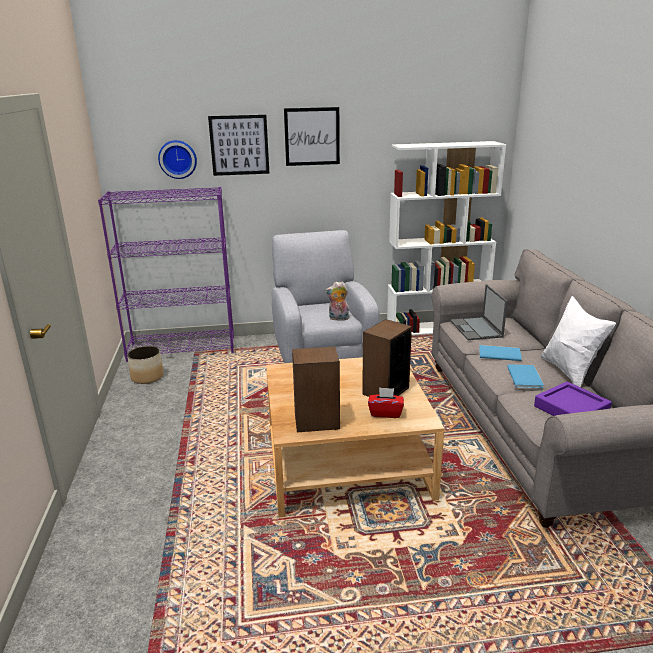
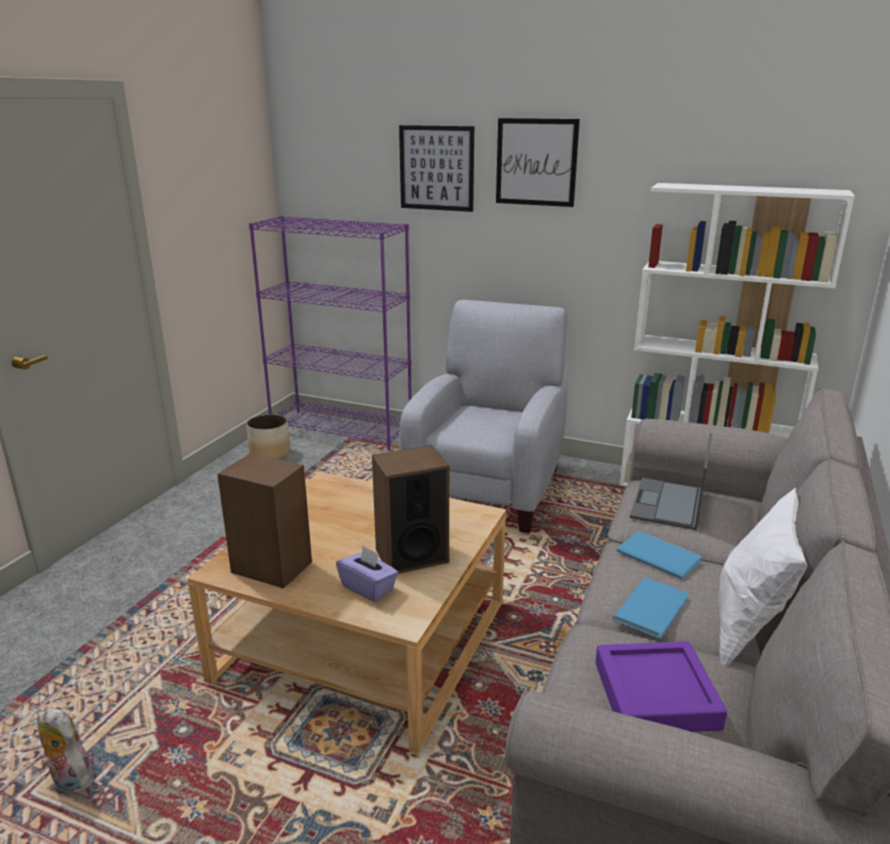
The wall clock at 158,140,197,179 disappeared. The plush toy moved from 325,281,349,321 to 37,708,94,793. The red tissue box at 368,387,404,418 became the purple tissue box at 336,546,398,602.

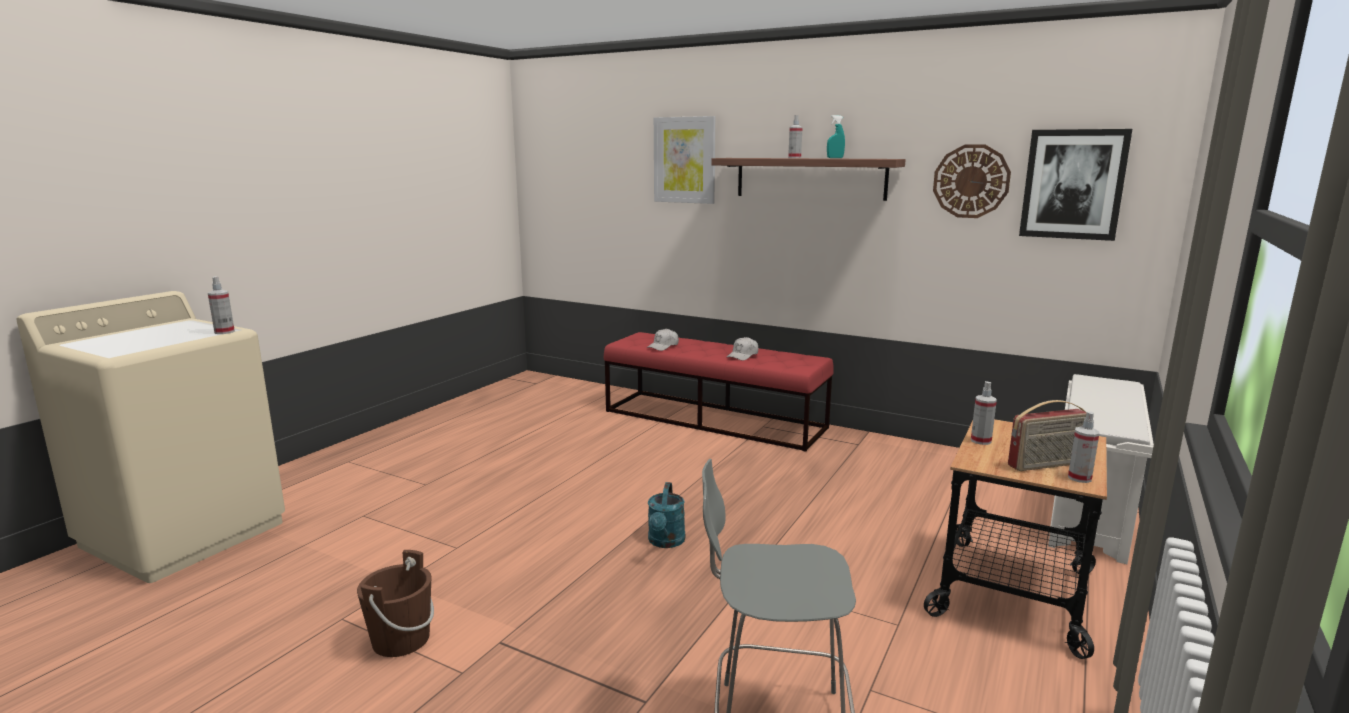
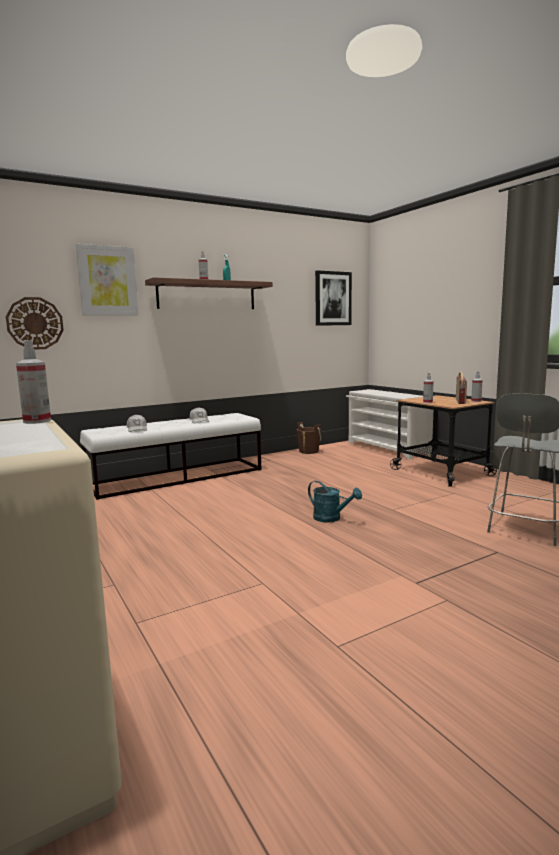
The brown bucket moved from 357,550,434,657 to 296,422,321,454. The red bench at 604,332,834,452 became the white bench at 80,413,261,500. The wall clock moved from 933,144,1011,218 to 6,297,64,350.

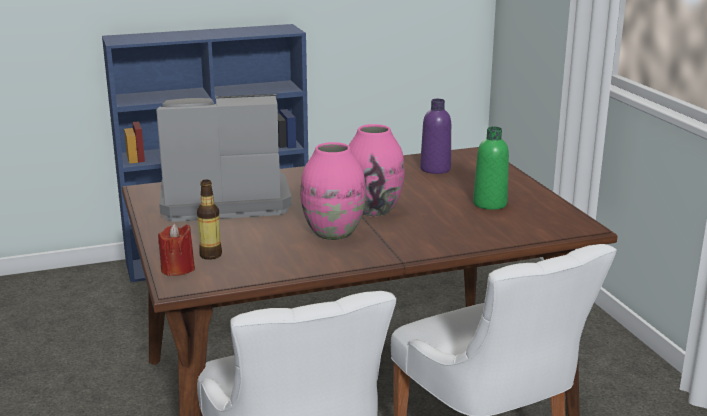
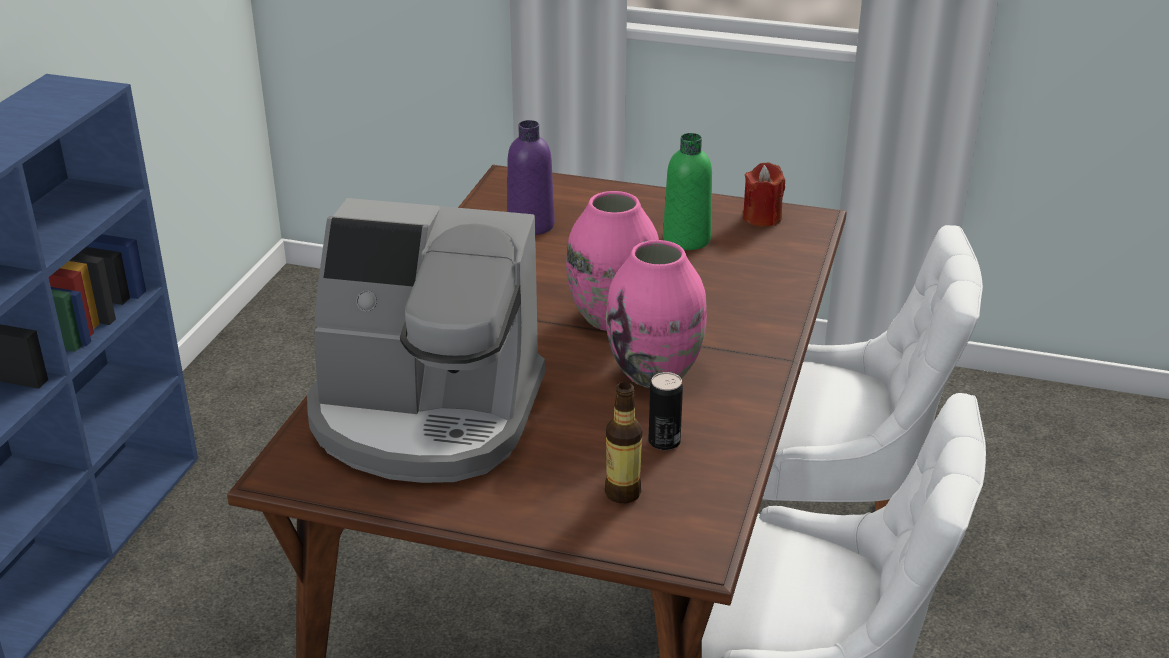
The coffee machine at 156,94,292,222 turned 105 degrees counterclockwise. The red candle moved from 158,223,195,276 to 743,162,785,227. The can at 648,372,683,450 appeared.

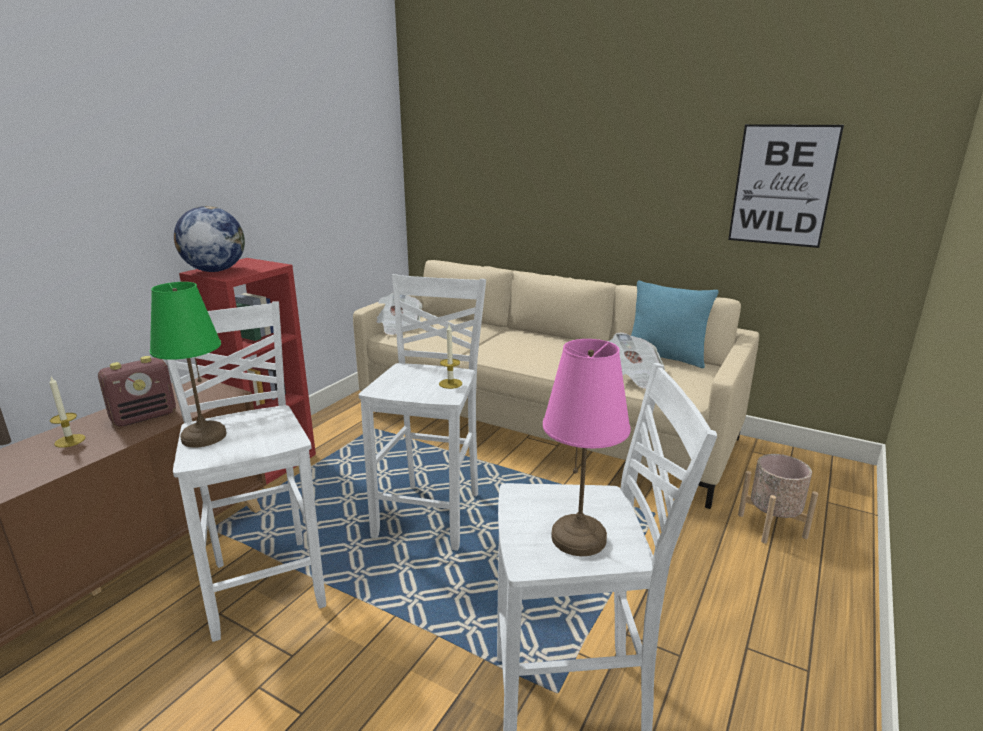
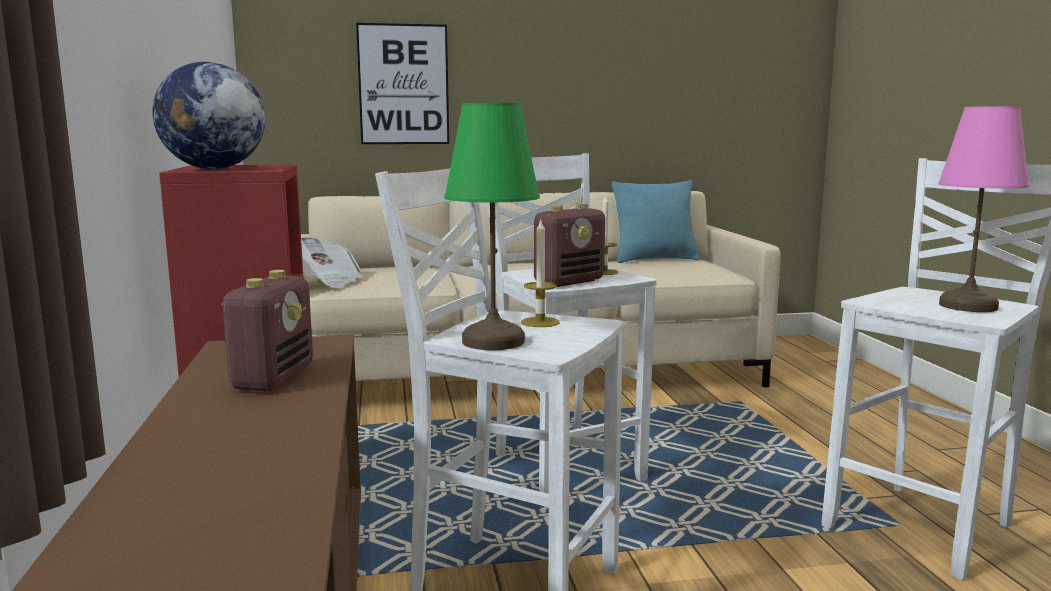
The candle moved from 49,377,86,448 to 521,218,559,327. The newspaper at 608,332,665,389 disappeared. The picture moved from 728,124,844,248 to 356,23,449,144. The beige planter at 738,454,818,544 disappeared. The radio at 534,203,605,287 appeared.

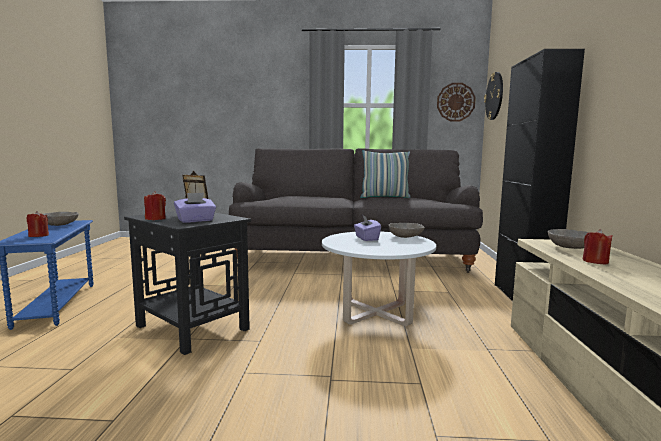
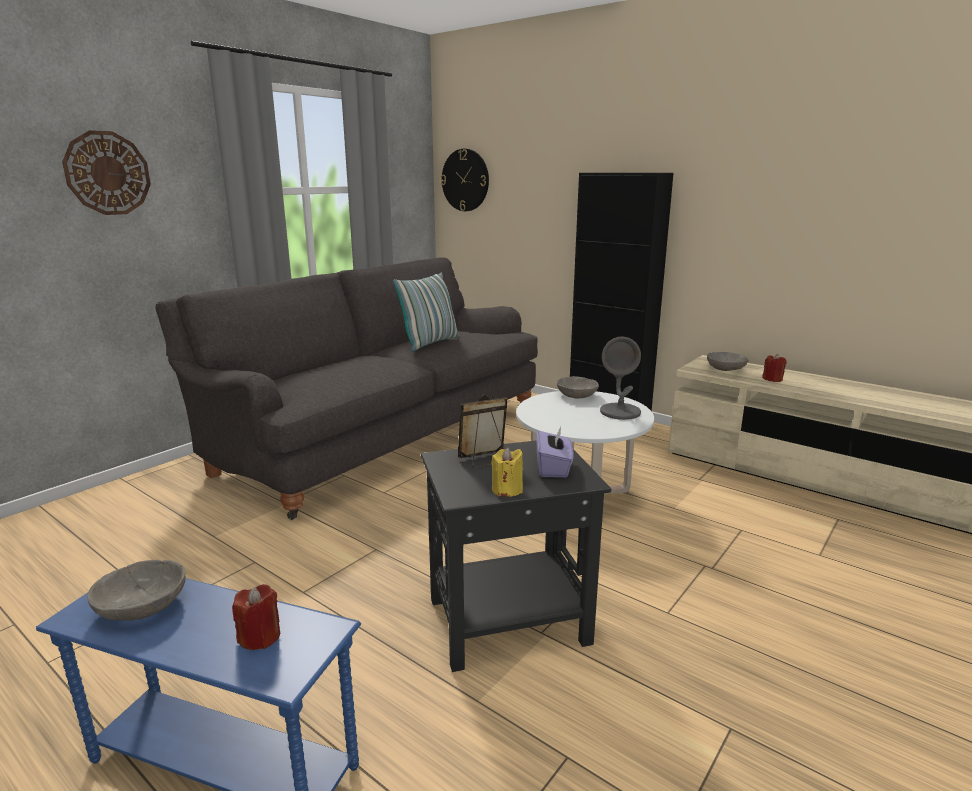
The red candle at 144,191,166,220 became the yellow candle at 491,447,523,497. The purple tissue box at 354,215,381,241 disappeared. The wall clock moved from 437,83,476,121 to 62,130,151,215. The grey table lamp at 600,336,641,420 appeared.

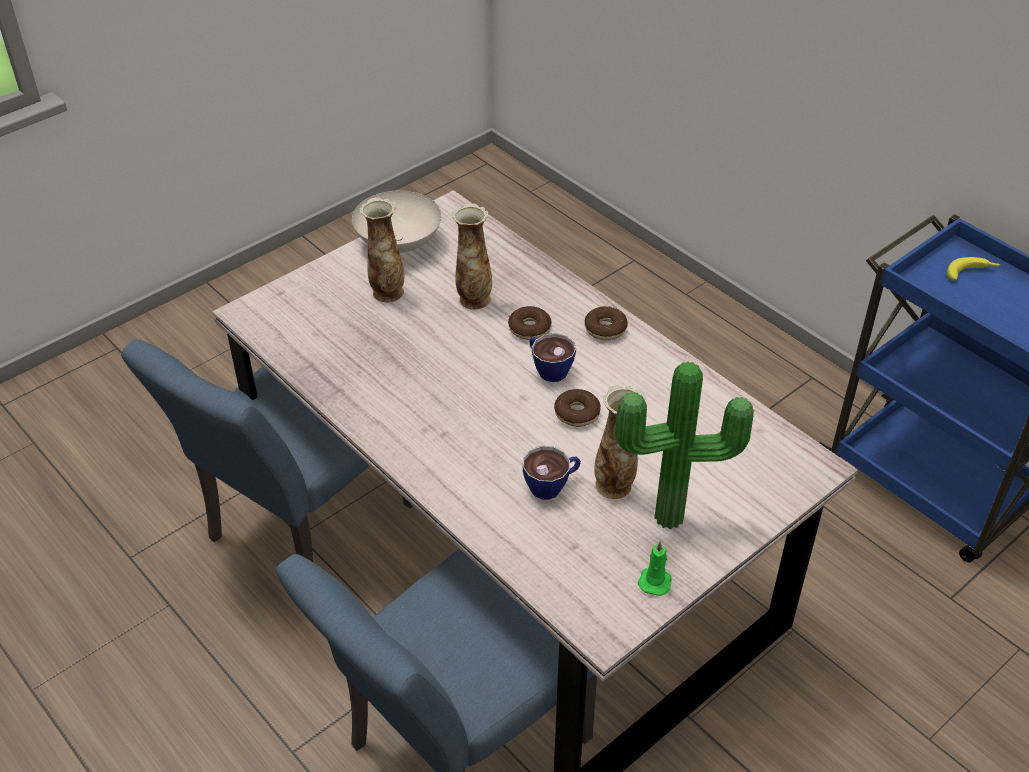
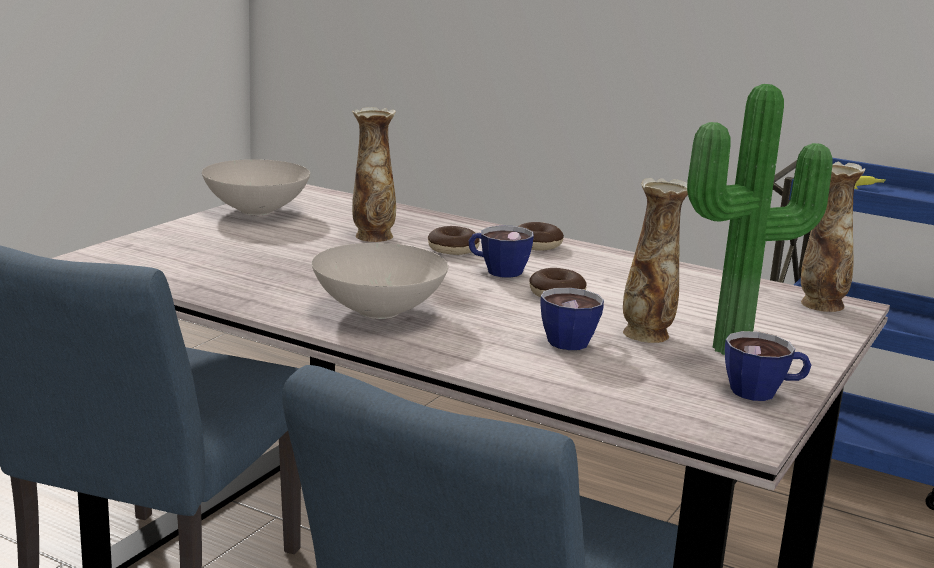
The vase moved from 359,197,404,302 to 801,162,866,312. The green candle at 638,541,672,596 was replaced by the cup at 725,331,811,401. The white bowl at 312,243,448,319 appeared.

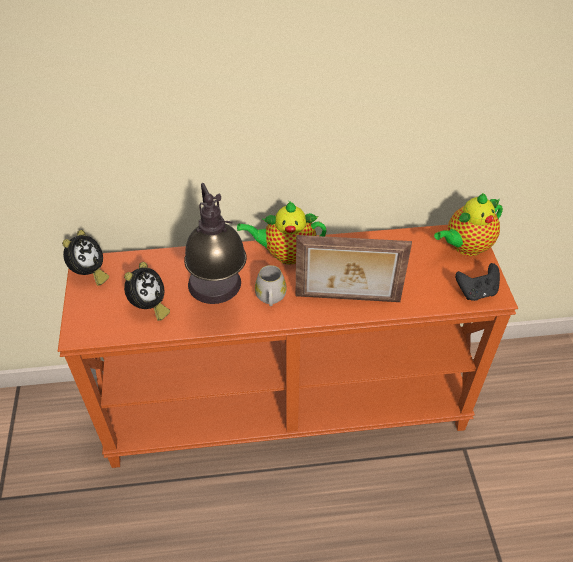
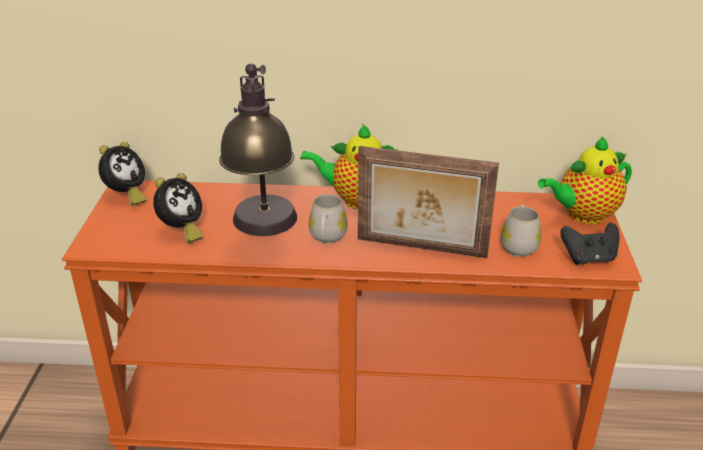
The white mug at 500,205,541,257 appeared.

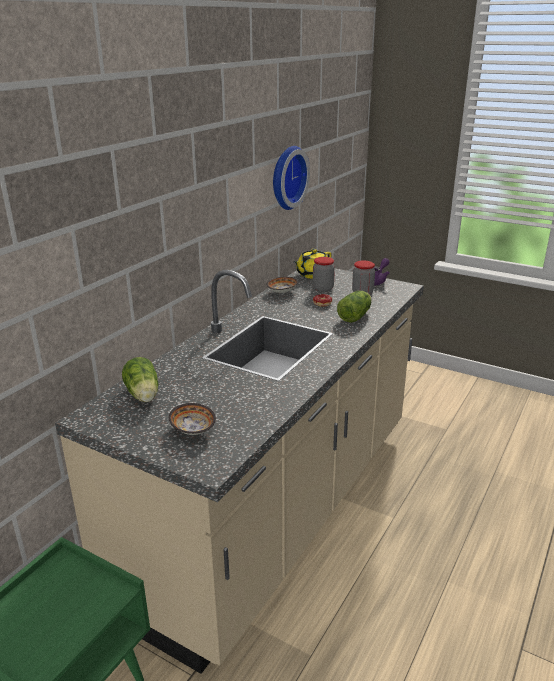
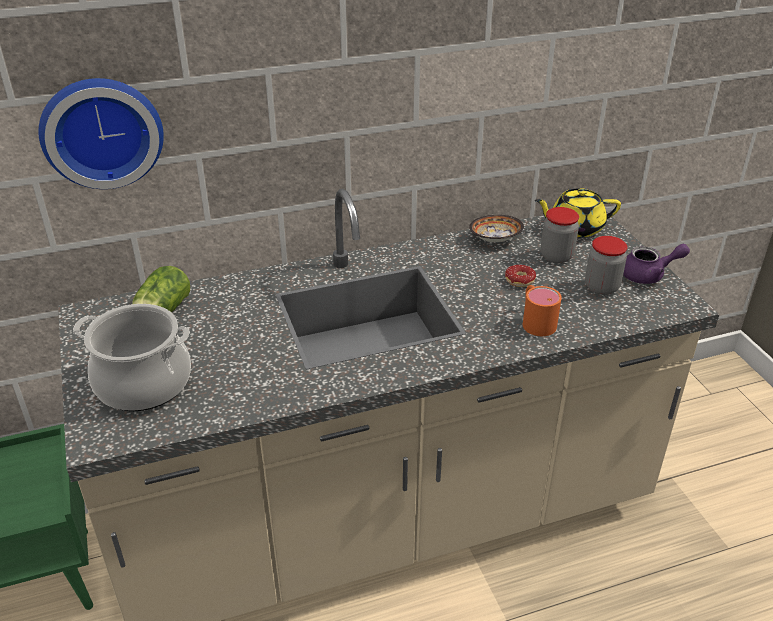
The bowl at 169,403,216,435 was replaced by the cooking pot at 73,304,191,411. The wall clock moved from 273,146,310,210 to 38,78,164,189. The lettuce at 337,291,371,323 was replaced by the orange mug at 523,285,562,336.

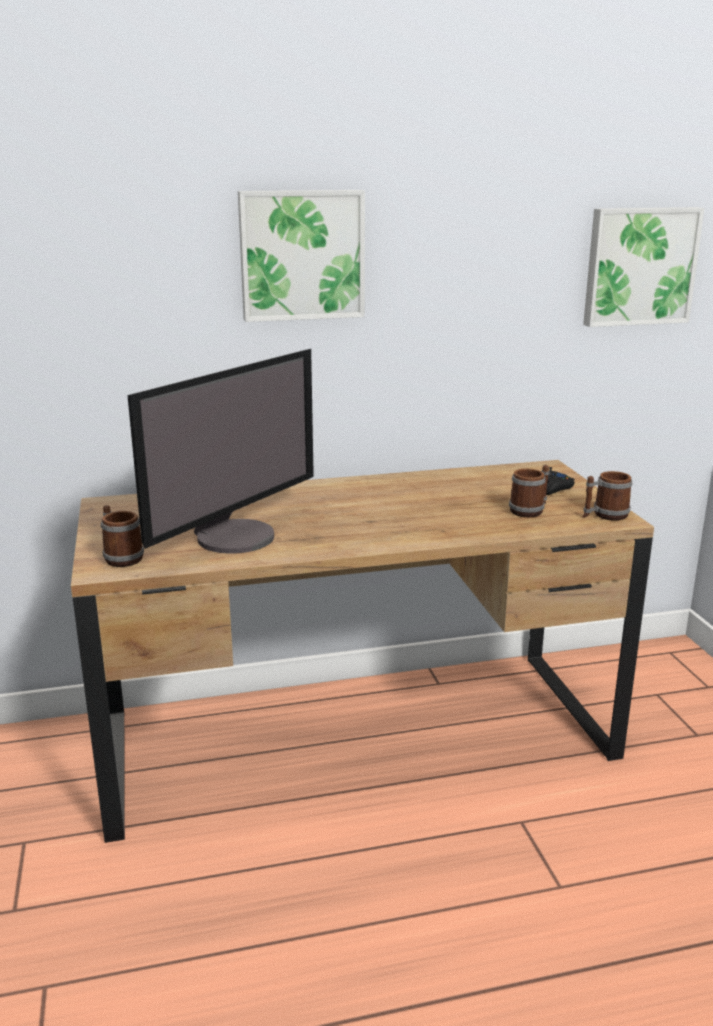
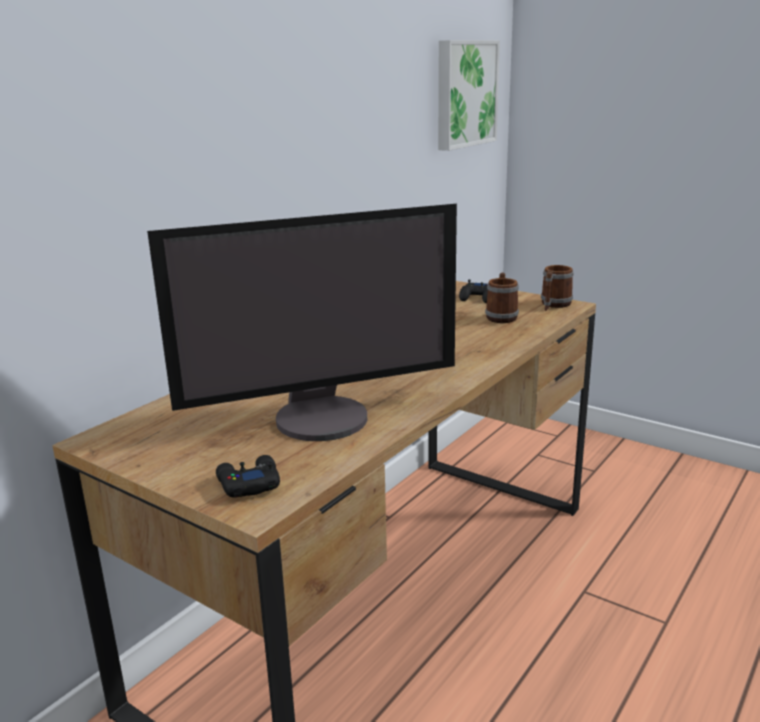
The mug at 101,505,144,567 was replaced by the black game controller at 216,455,280,498. The monitor at 127,349,314,554 turned 75 degrees clockwise. The picture at 238,190,365,322 disappeared.

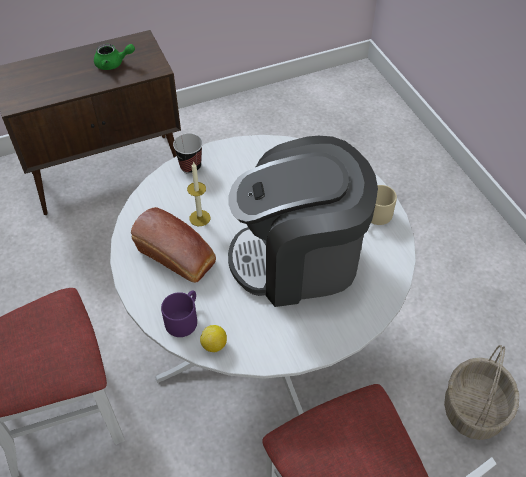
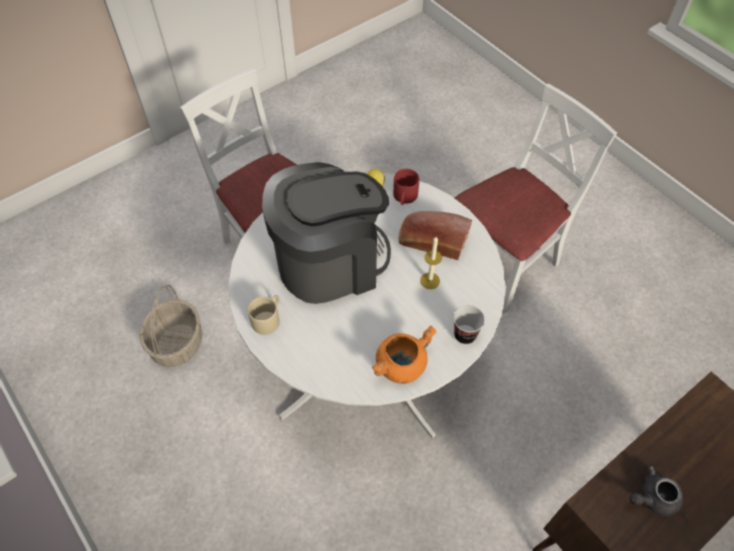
The green teapot at 94,44,135,70 became the grey teapot at 630,465,683,517. The purple mug at 161,290,197,337 became the red mug at 393,169,419,205. The orange cooking pot at 372,326,436,384 appeared.

